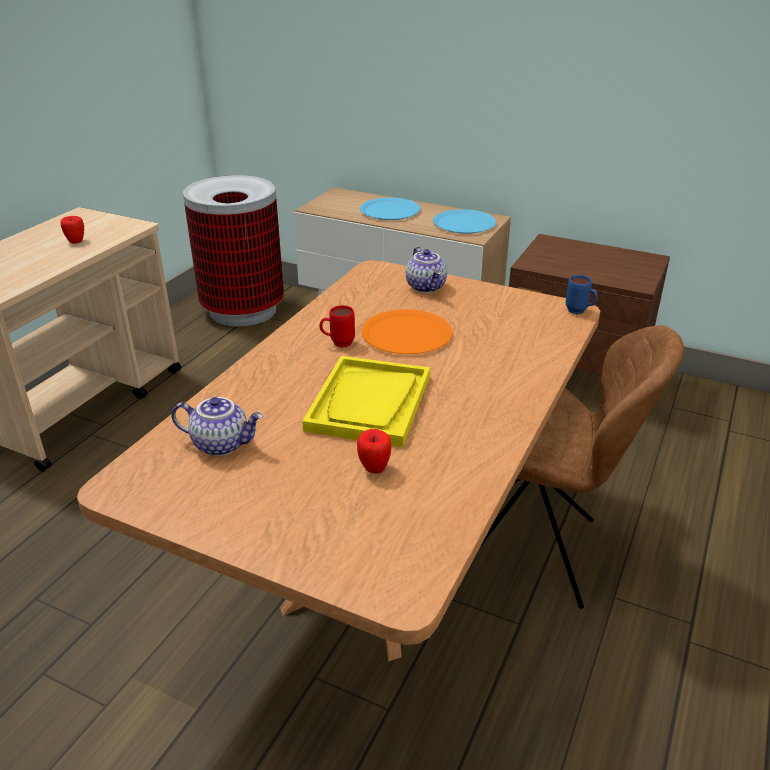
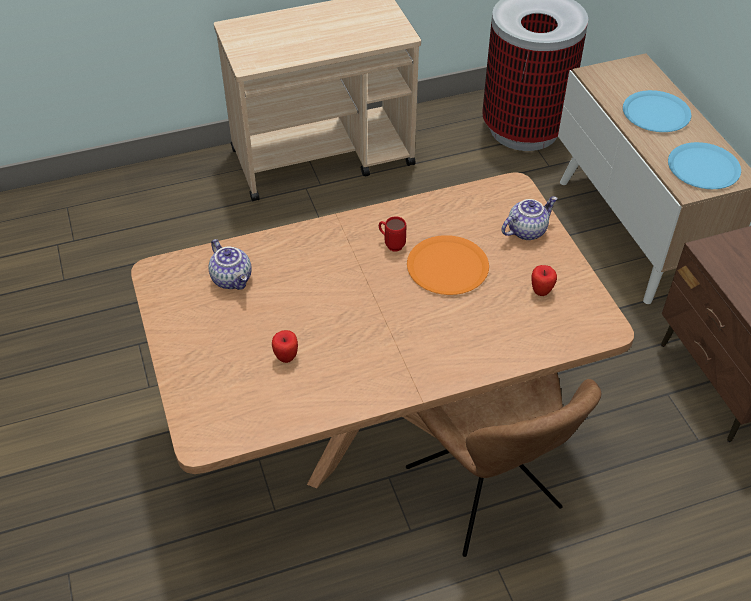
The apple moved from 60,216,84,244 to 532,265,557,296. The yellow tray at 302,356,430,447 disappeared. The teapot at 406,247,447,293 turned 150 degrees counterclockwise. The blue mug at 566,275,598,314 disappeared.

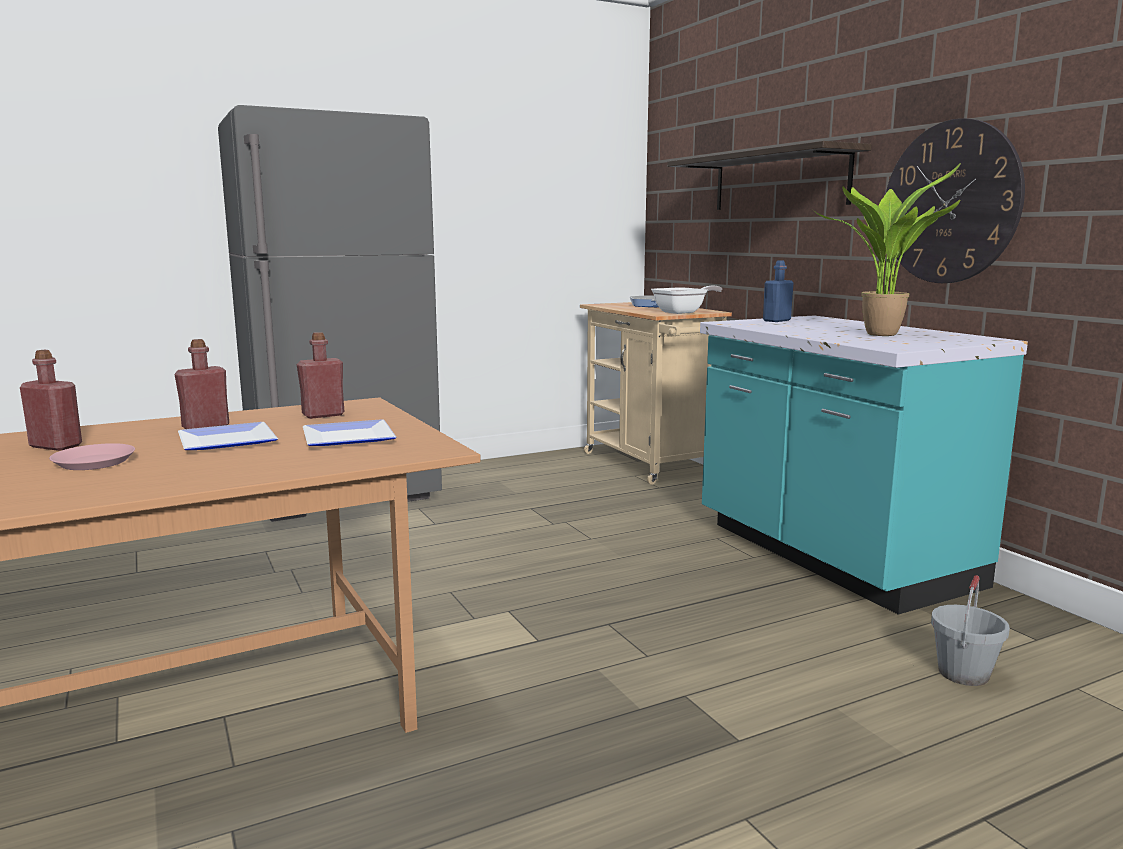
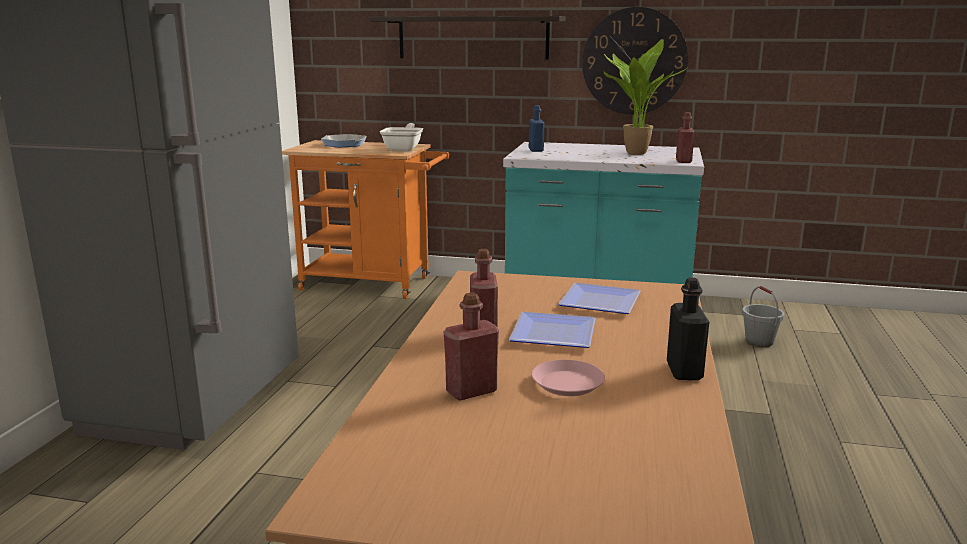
The red bottle moved from 297,332,344,419 to 676,112,695,163. The beige cart at 580,302,732,485 became the orange cart at 282,140,449,299. The black bottle at 667,278,709,380 appeared.

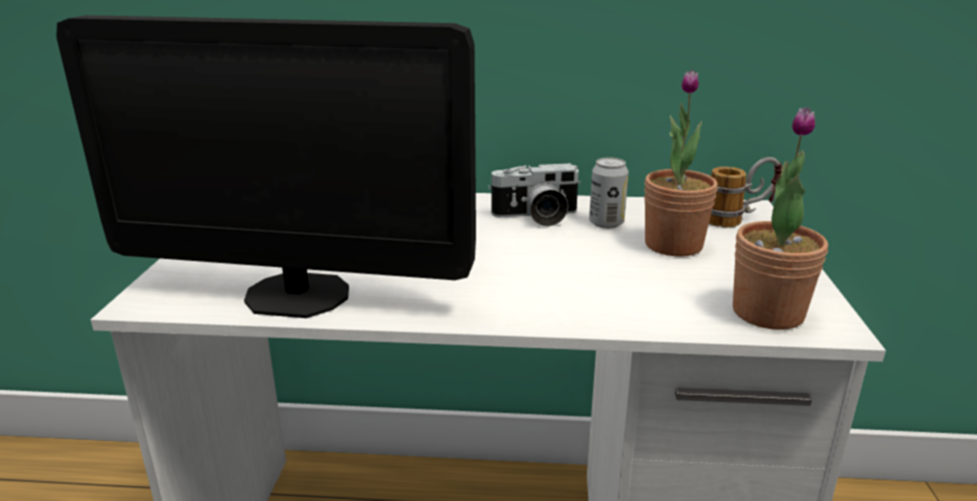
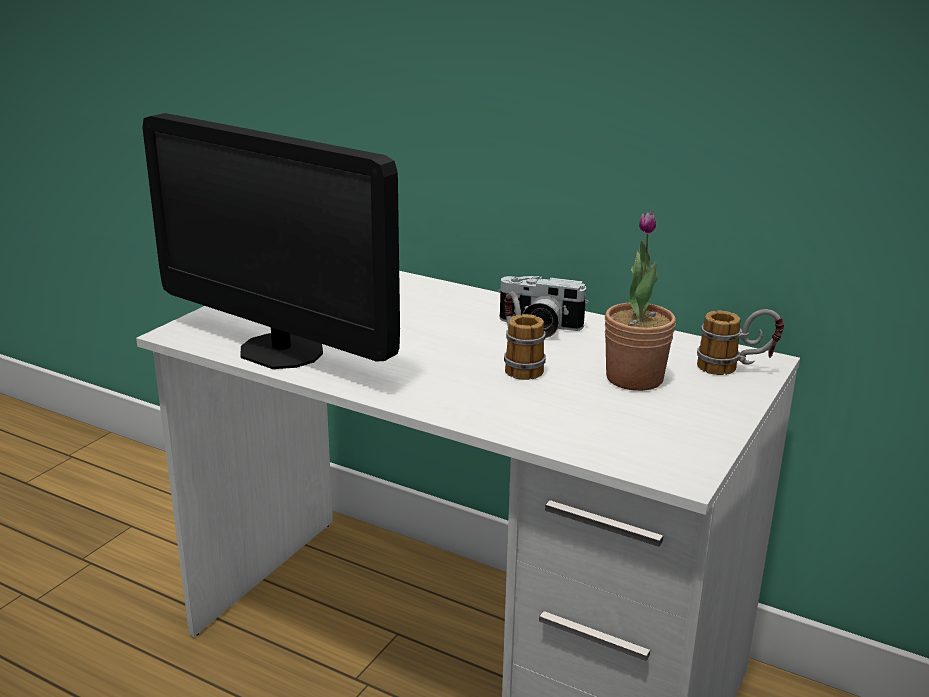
The can at 589,157,629,229 disappeared. The potted plant at 733,107,828,330 disappeared. The mug at 504,292,546,380 appeared.

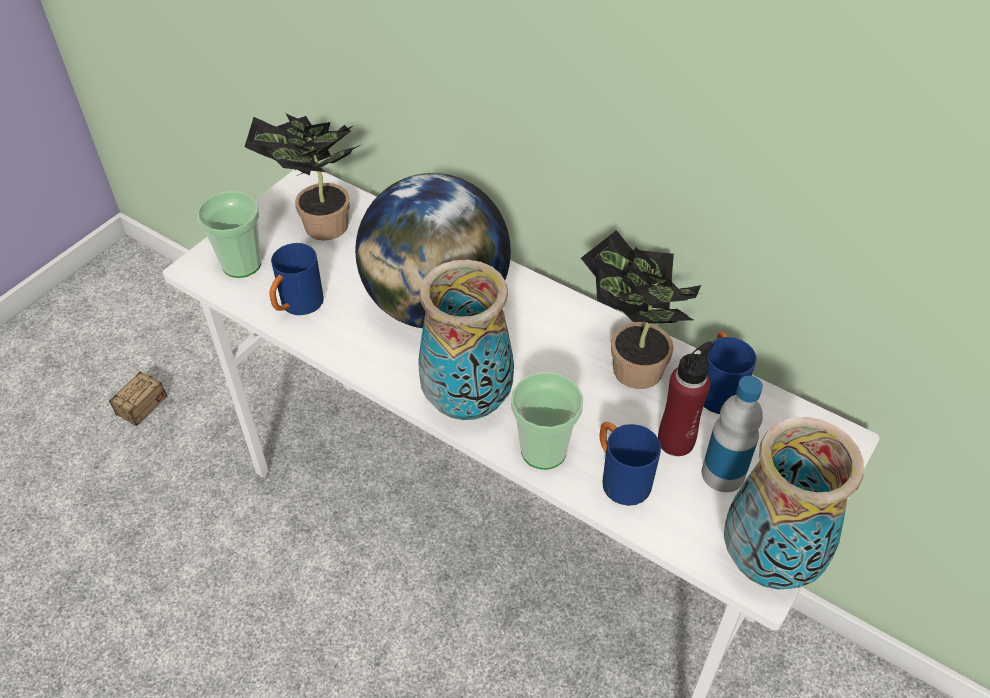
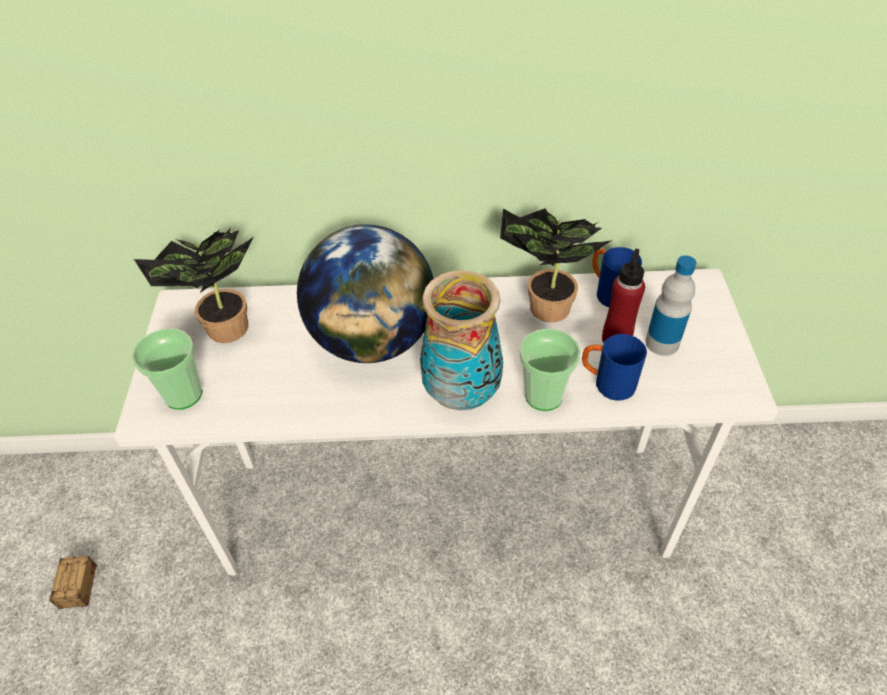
The blue mug at 269,243,324,315 disappeared. The vase at 724,417,864,589 disappeared.

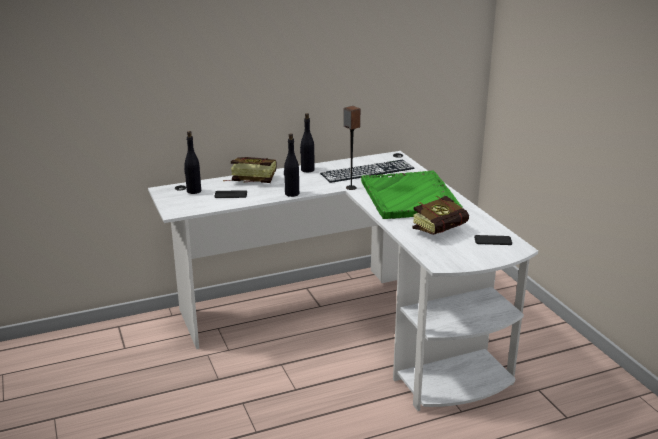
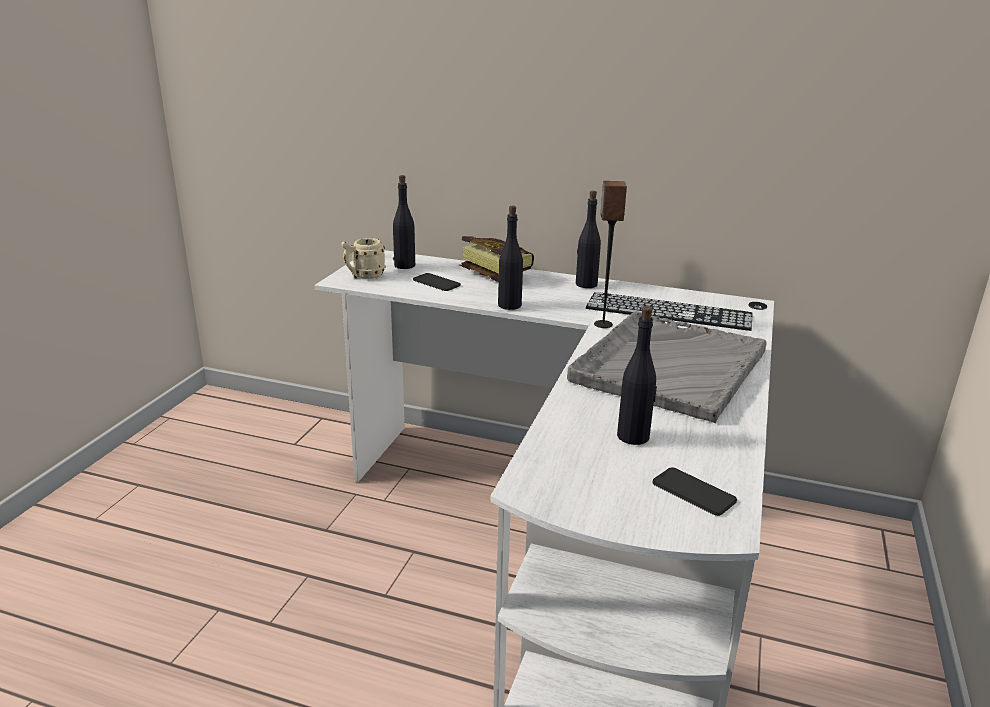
The green tray at 361,170,463,219 became the grey tray at 567,311,766,423. The book at 412,196,469,235 was replaced by the black bottle at 617,306,657,445. The beige mug at 342,238,385,279 appeared.

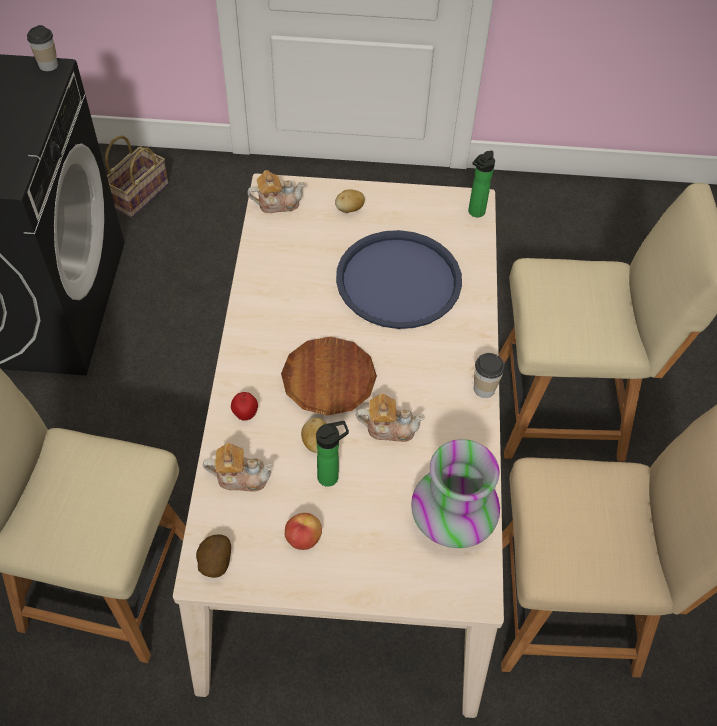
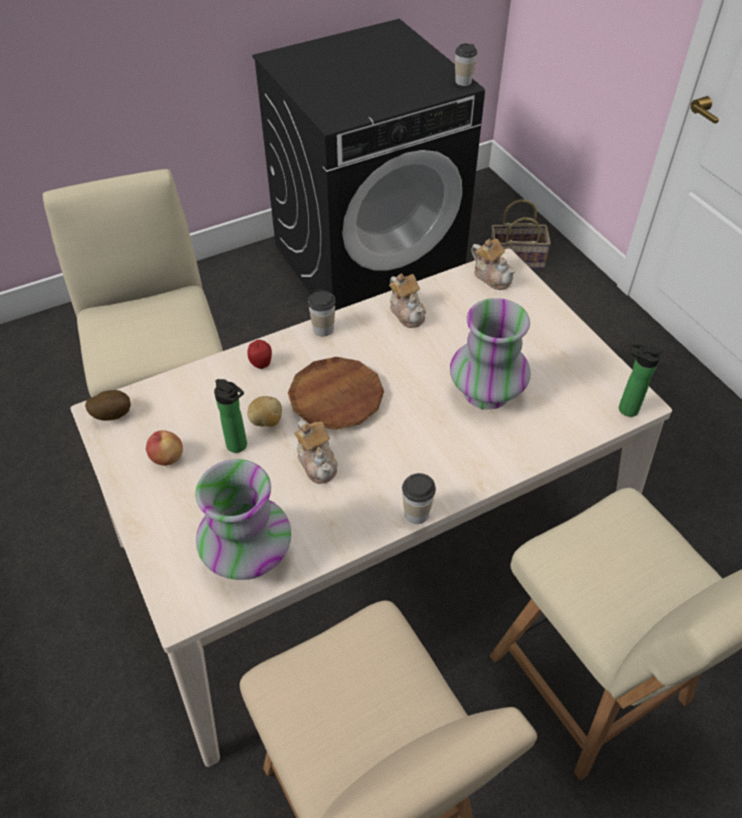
The teapot moved from 203,443,274,492 to 389,273,426,328. The potato at 335,189,365,213 disappeared. The blue tray at 336,230,462,329 was replaced by the vase at 450,298,531,409. The cup at 308,290,336,336 appeared.

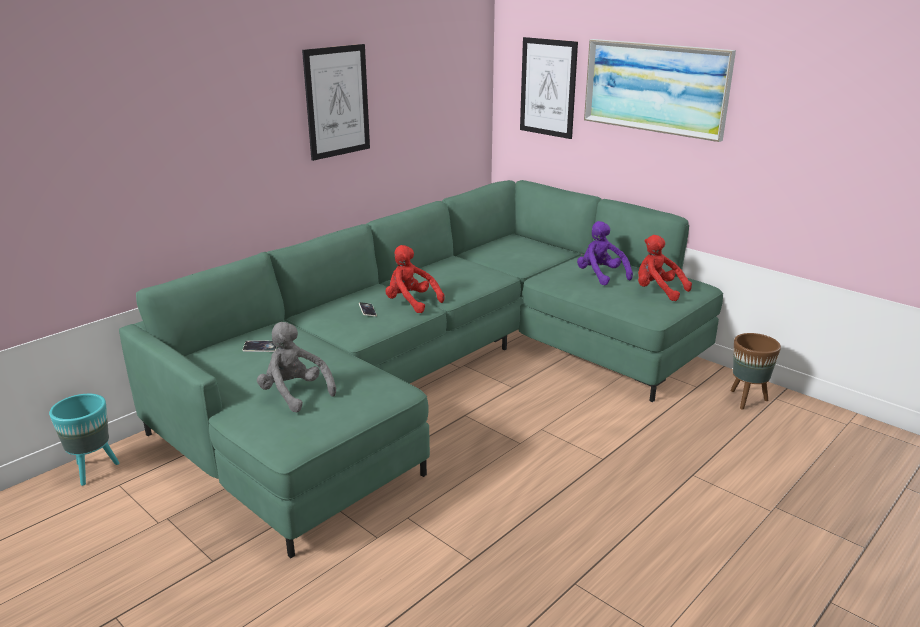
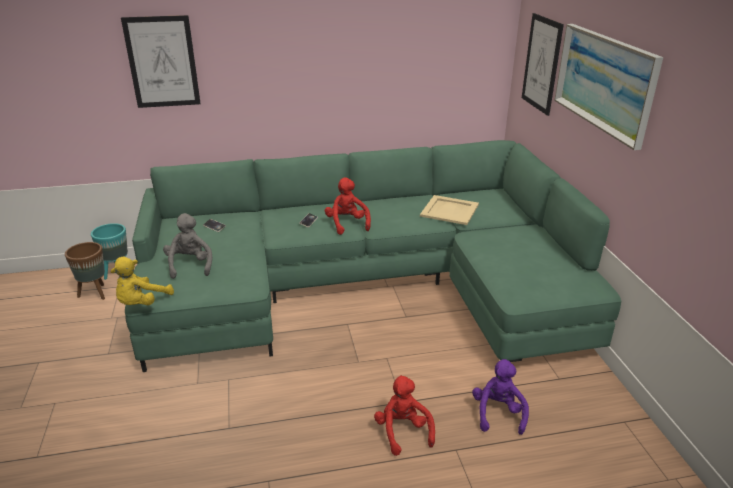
The picture moved from 302,44,370,161 to 121,15,201,108. The purple plush toy moved from 577,221,633,286 to 472,359,529,435. The red plush toy moved from 638,235,692,301 to 374,375,435,456. The brown planter moved from 731,333,781,410 to 65,242,105,300. The yellow plush toy at 111,256,174,305 appeared. The beige tray at 420,195,479,225 appeared.

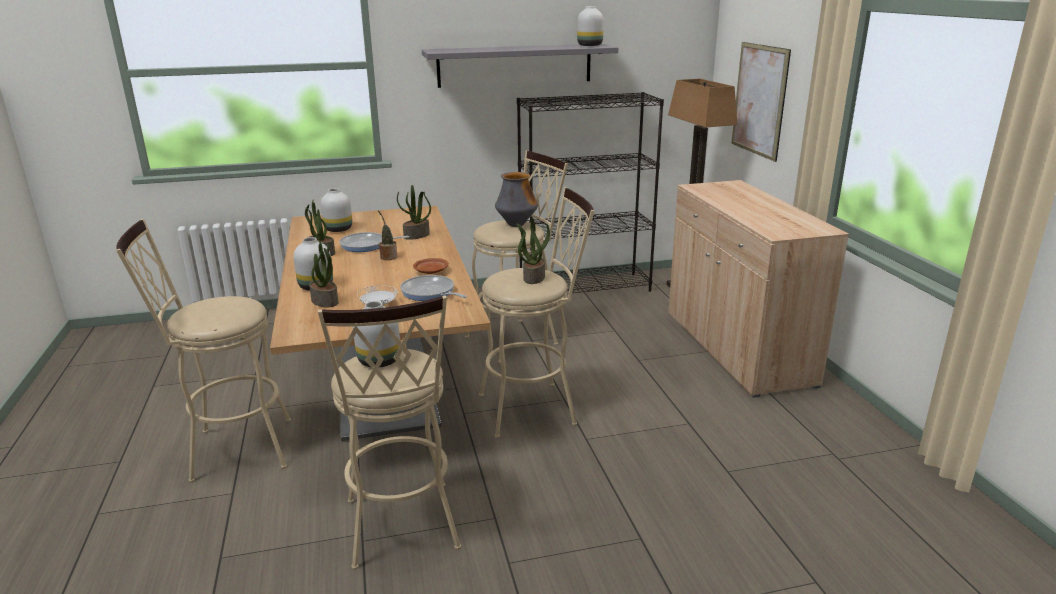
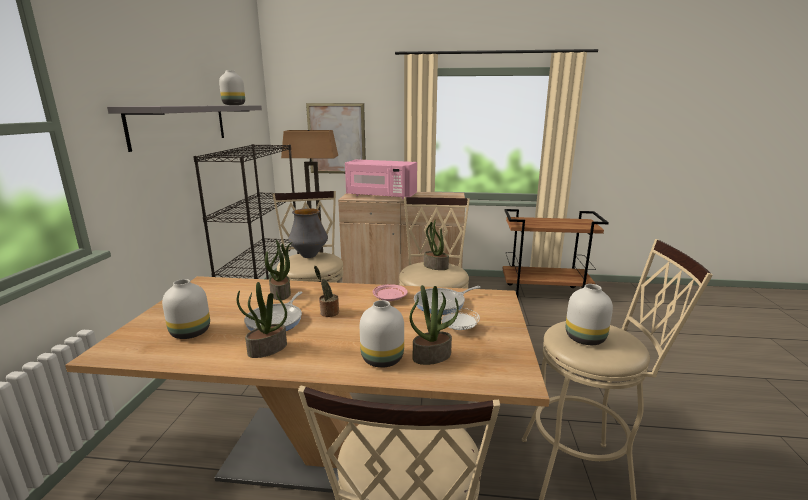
The brown plate at 413,258,449,274 became the pink plate at 373,284,408,301. The pink microwave at 345,159,417,199 appeared. The brown cart at 503,209,609,298 appeared.

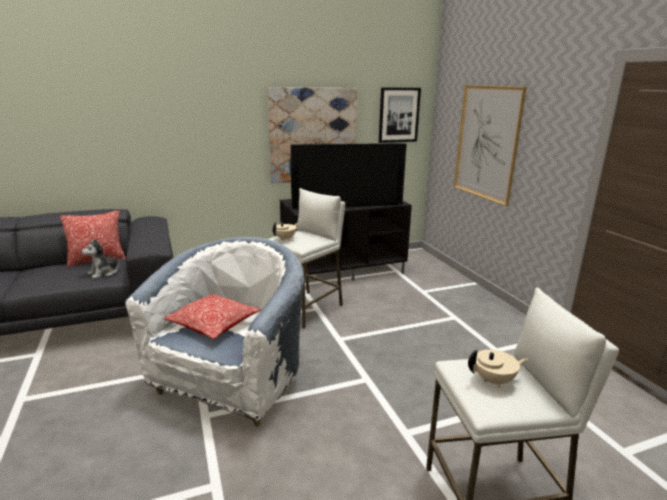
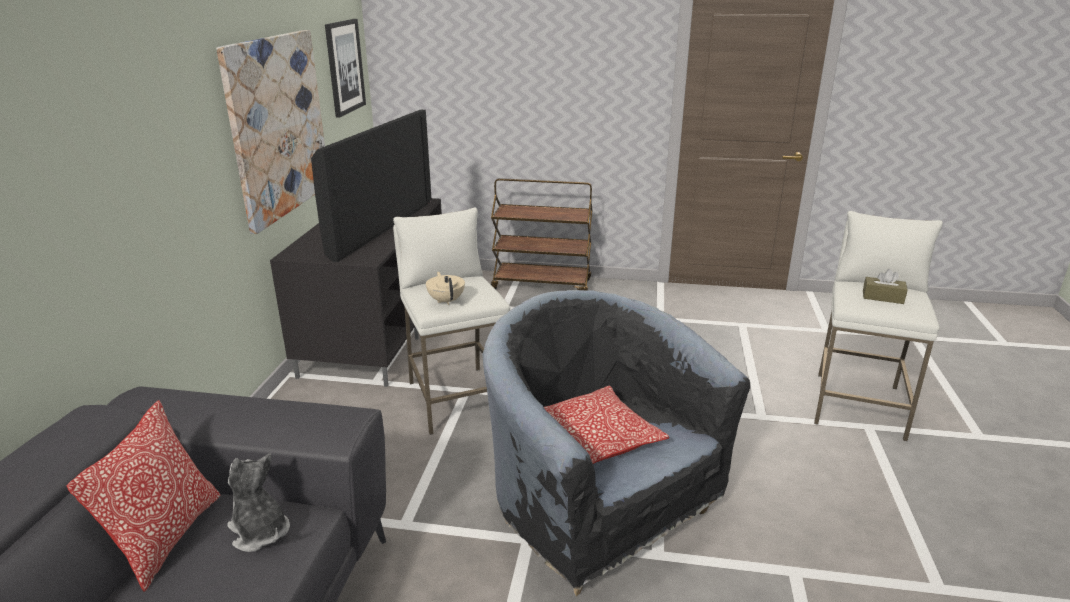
The plush toy at 81,239,123,279 turned 150 degrees clockwise. The white armchair at 125,237,304,427 became the black armchair at 482,290,750,597. The picture at 454,85,527,206 disappeared. The beige teapot at 468,349,528,388 was replaced by the brown tissue box at 863,269,908,304. The brown cart at 491,178,593,290 appeared.

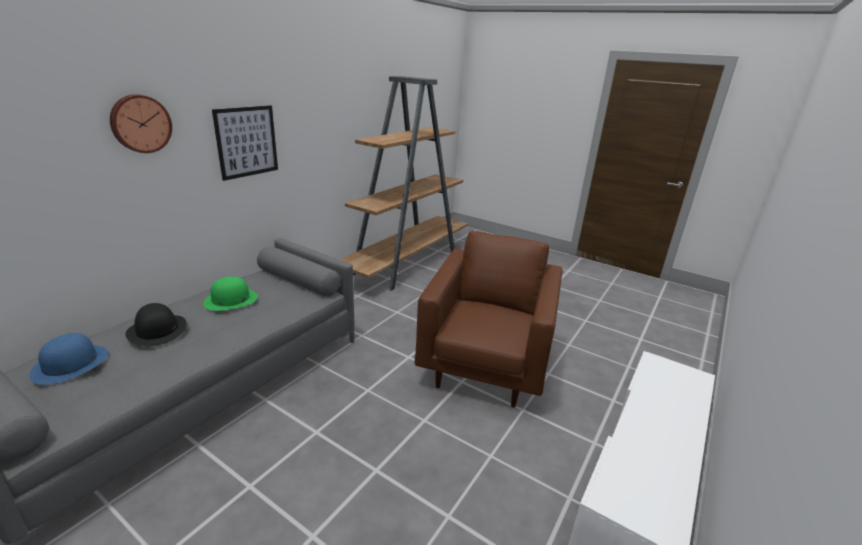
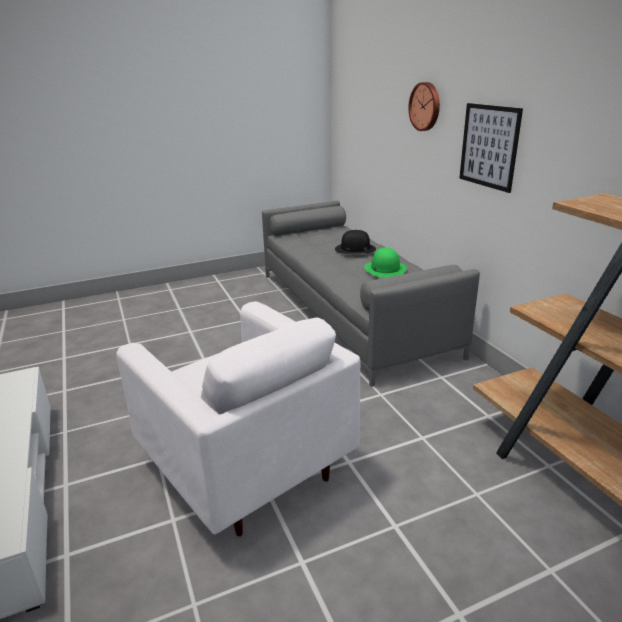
The blue hat at 29,333,109,385 disappeared. The brown armchair at 415,231,563,407 became the white armchair at 116,301,360,536.

